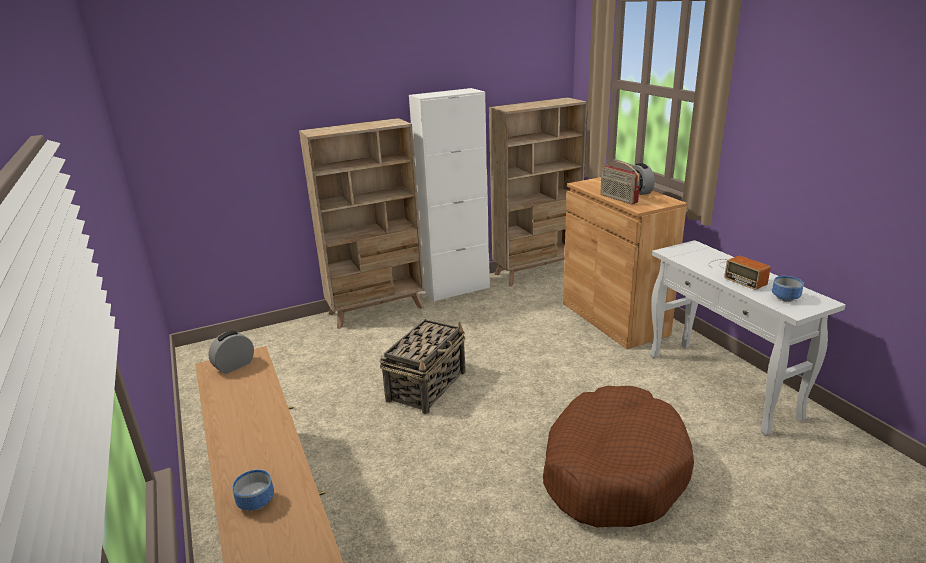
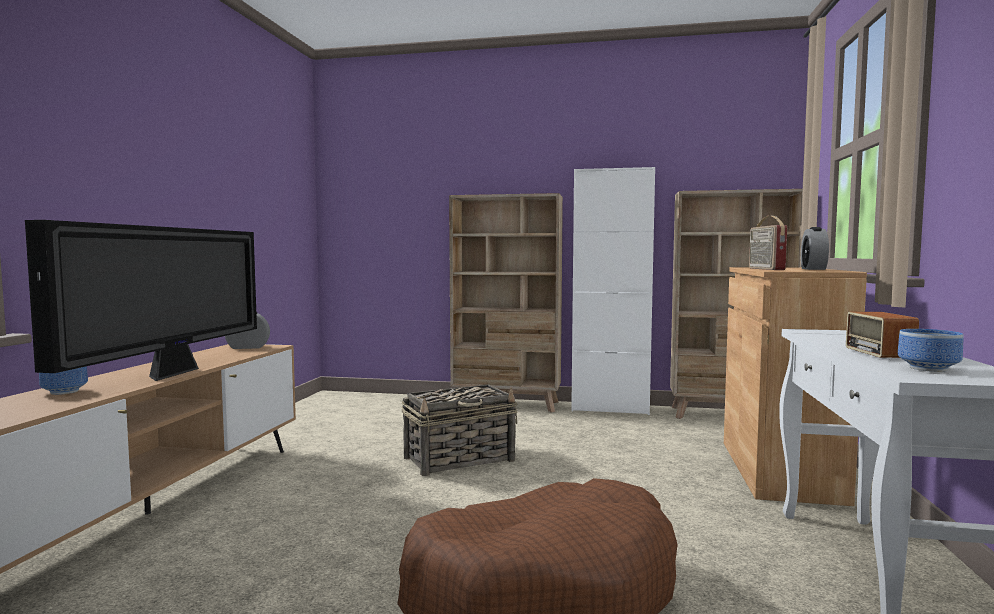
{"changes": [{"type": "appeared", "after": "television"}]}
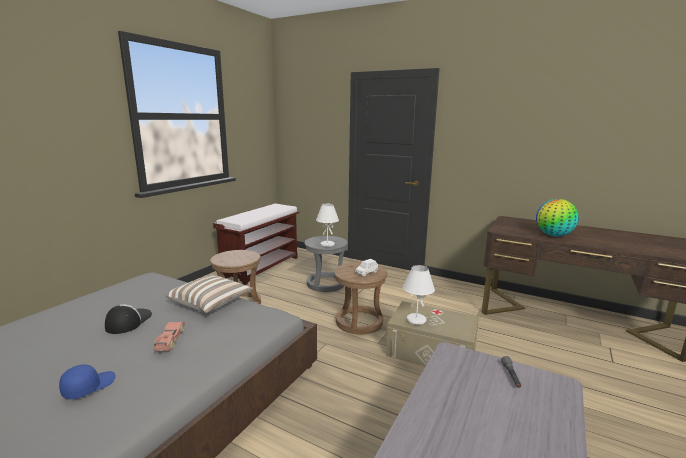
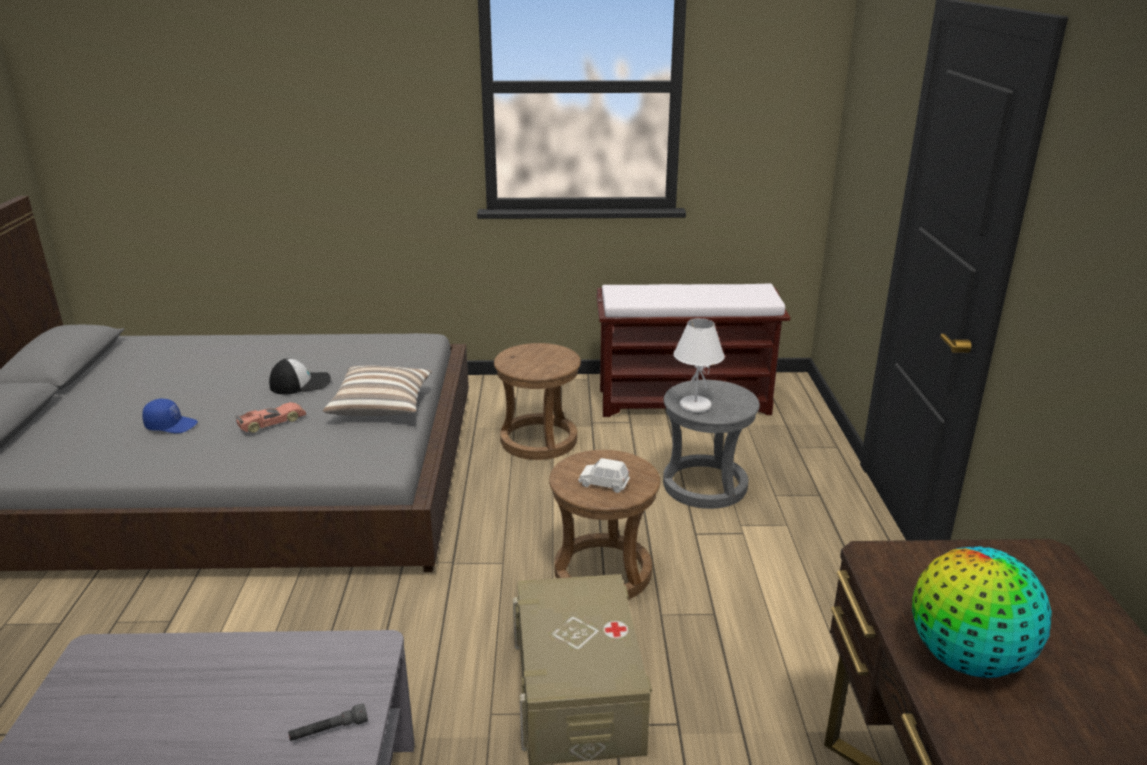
{"changes": [{"type": "missing", "before": "white table lamp (no. 2 from left)"}]}
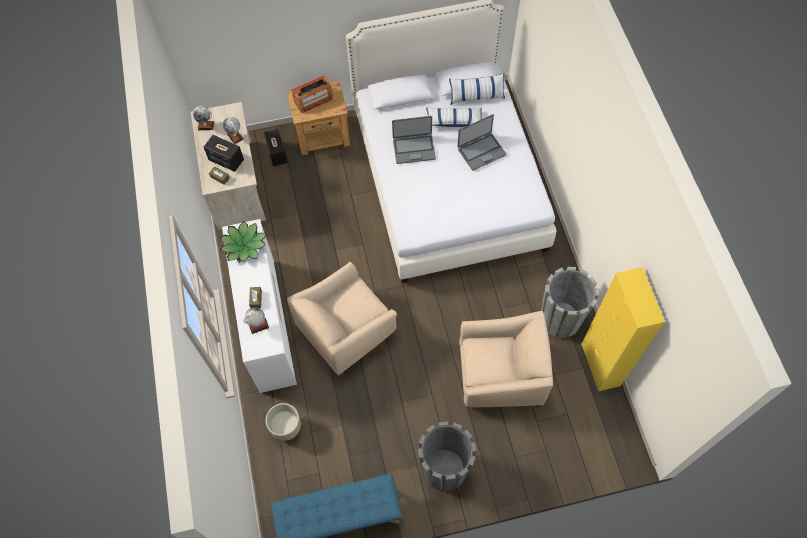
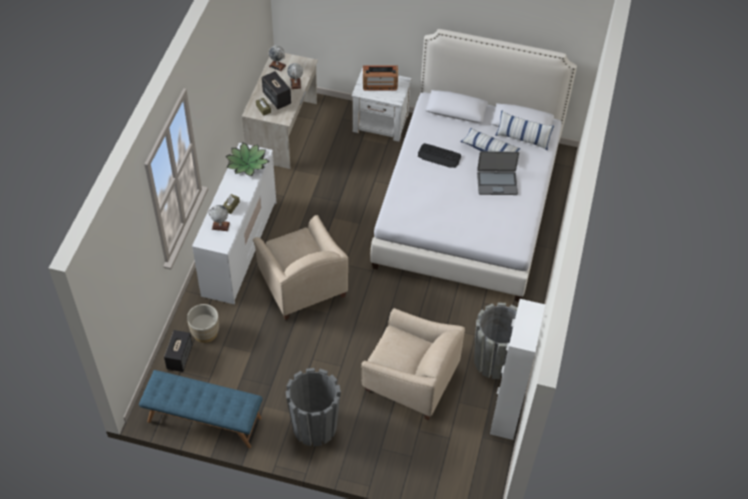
{"changes": [{"type": "relocated", "before": "speaker (no. 2 from left in the first image)", "after": "speaker (no. 1 from left)"}, {"type": "spun", "before": "beige armchair (no. 1 from left)", "turn": -105}, {"type": "colour", "before": "brown nightstand", "after": "white nightstand"}, {"type": "exchanged", "before": "laptop (no. 1 from left)", "after": "keyboard"}, {"type": "colour", "before": "yellow cabinet", "after": "white cabinet"}]}
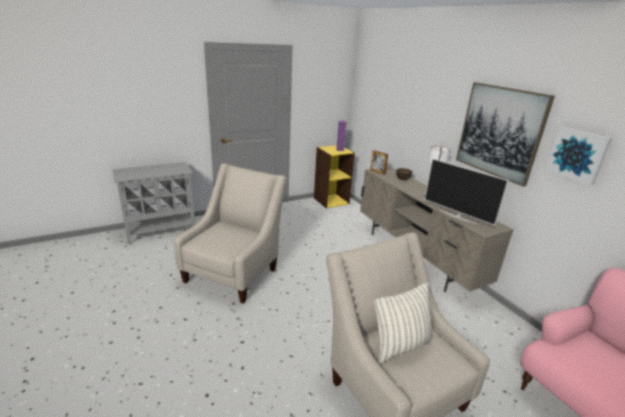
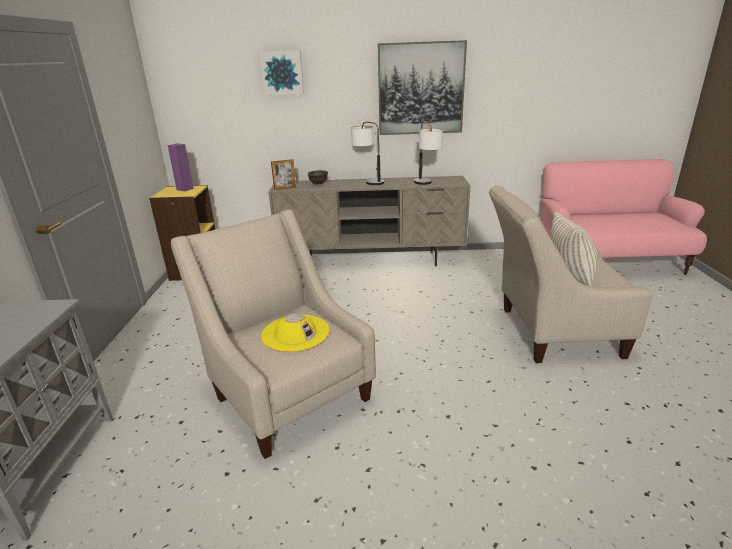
{"changes": [{"type": "relocated", "before": "picture (no. 2 from left in the first image)", "after": "picture (no. 1 from left)"}, {"type": "appeared", "after": "yellow hat"}, {"type": "exchanged", "before": "television", "after": "table lamp (no. 2 from left)"}]}
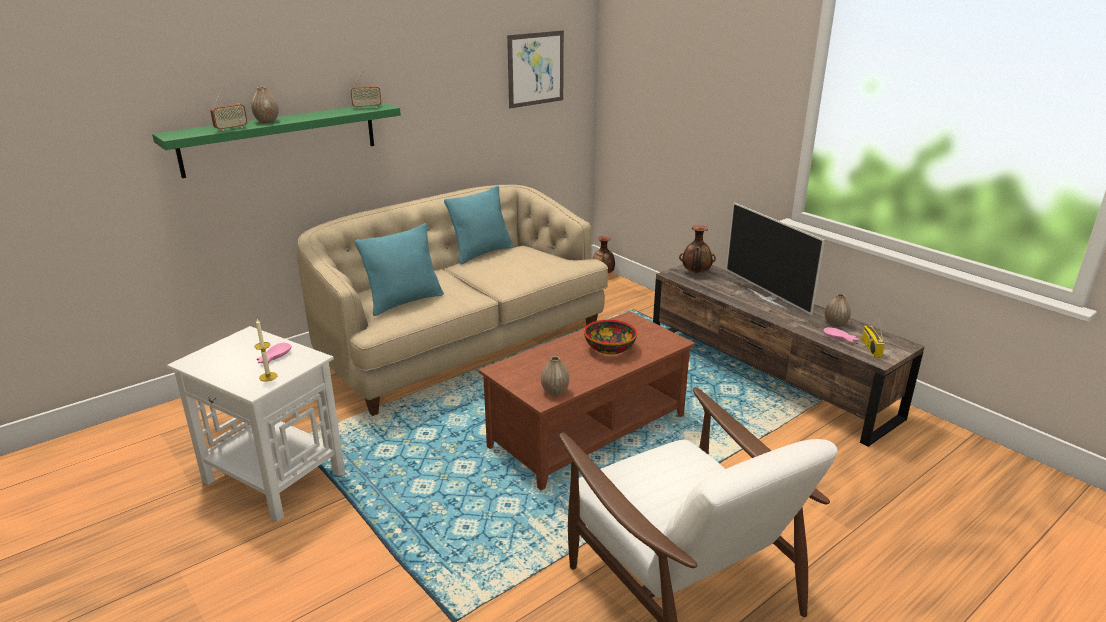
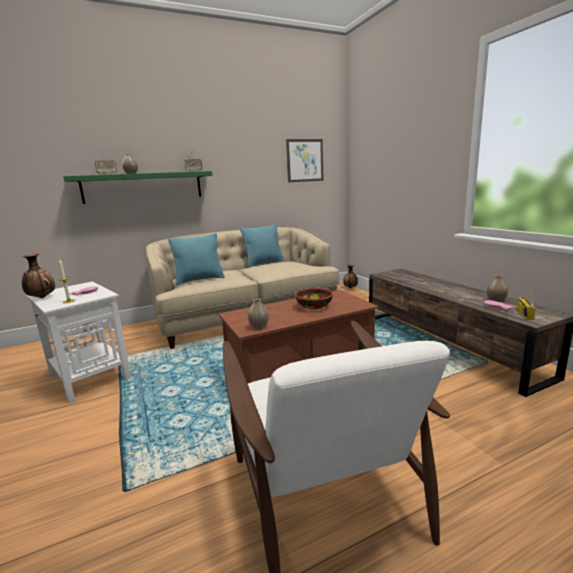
{"changes": [{"type": "relocated", "before": "vase (no. 4 from left in the first image)", "after": "vase (no. 1 from left)"}, {"type": "missing", "before": "television"}]}
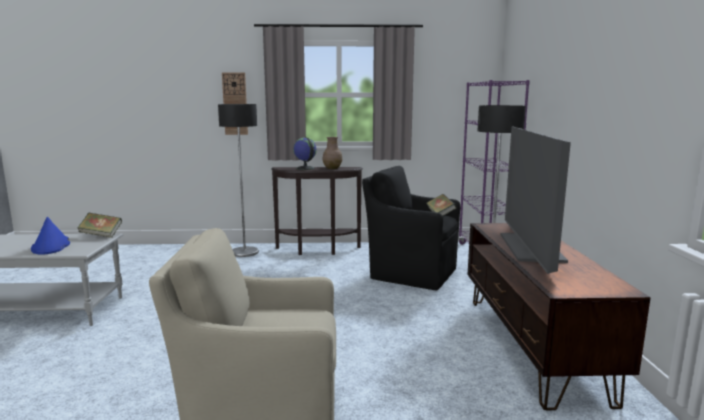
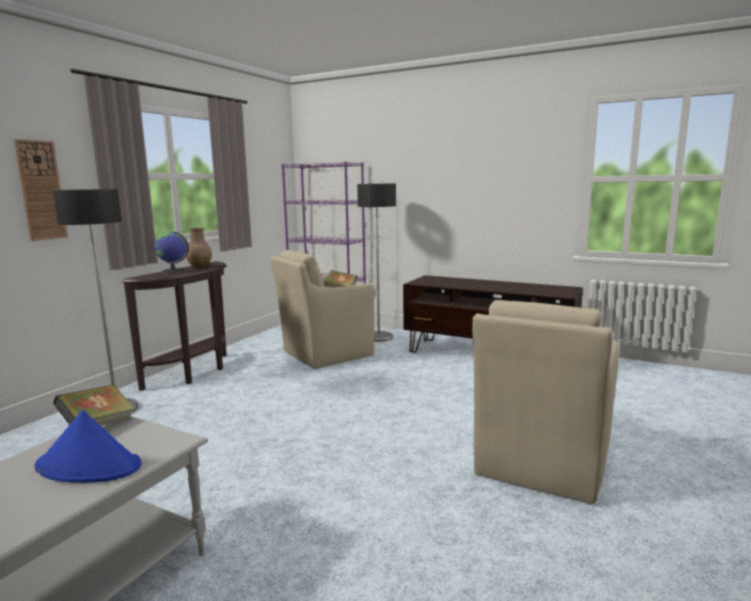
{"changes": [{"type": "colour", "before": "black armchair", "after": "beige armchair (no. 1 from left)"}, {"type": "missing", "before": "television"}]}
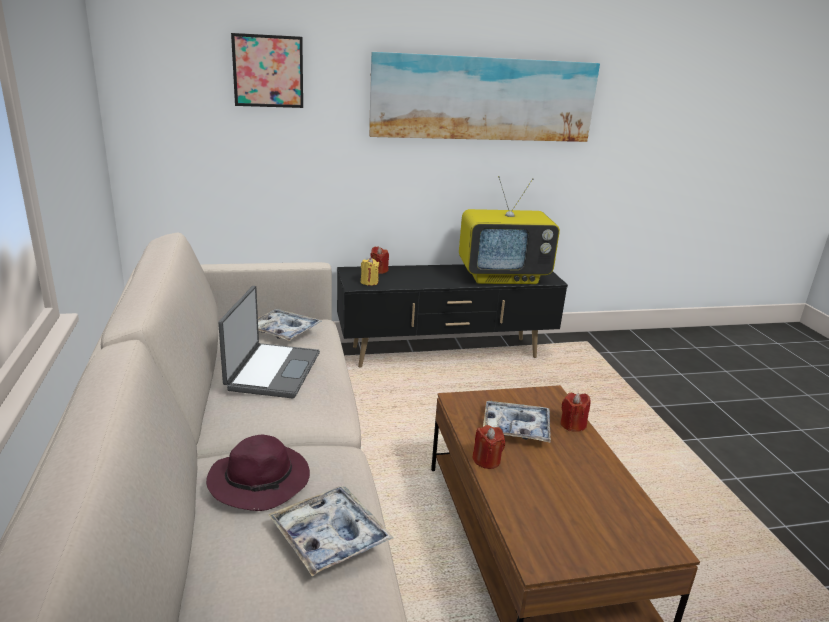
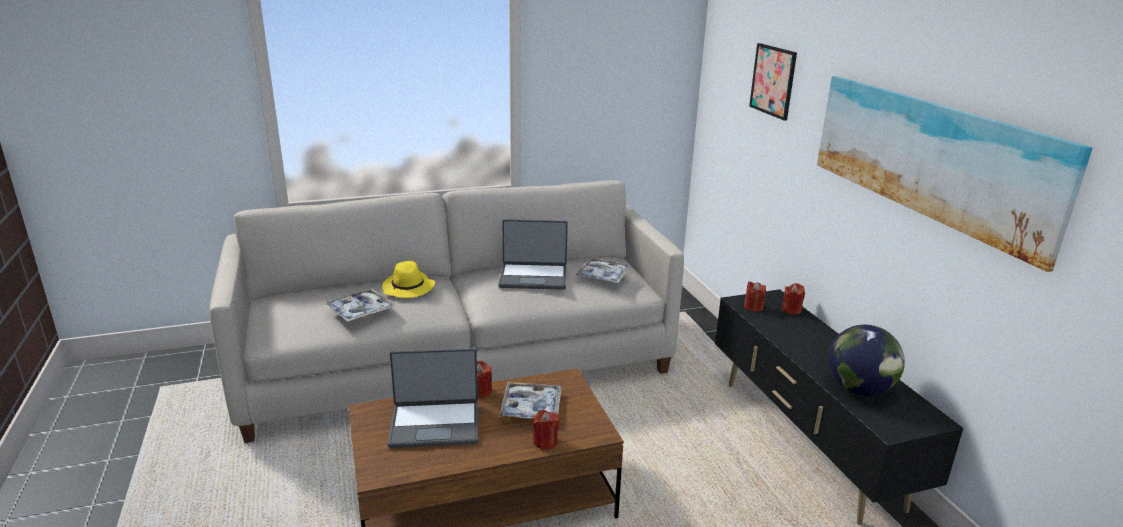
{"changes": [{"type": "colour", "before": "purple hat", "after": "yellow hat"}, {"type": "appeared", "after": "laptop (no. 1 from left)"}, {"type": "colour", "before": "yellow candle", "after": "red candle (no. 3 from left)"}, {"type": "exchanged", "before": "television", "after": "globe"}]}
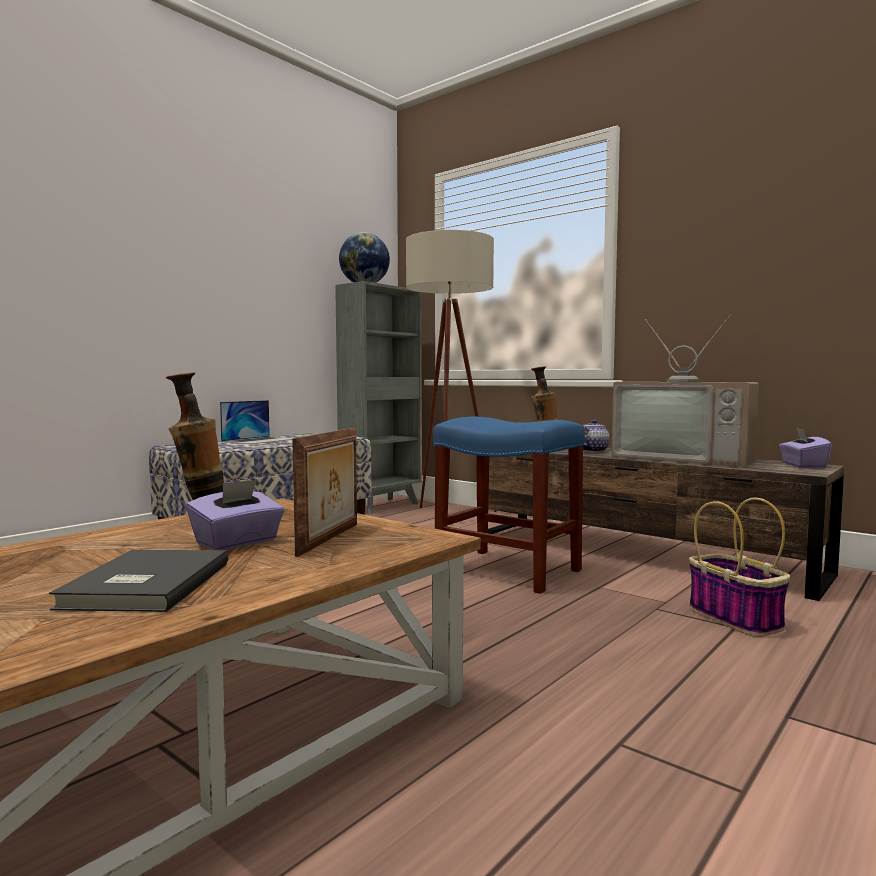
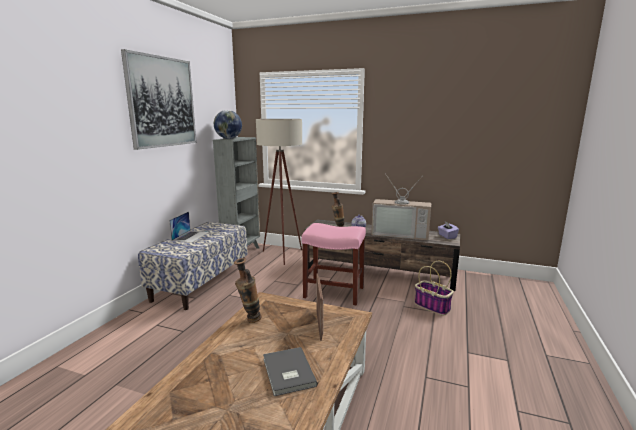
{"changes": [{"type": "appeared", "after": "picture"}, {"type": "colour", "before": "blue stool", "after": "pink stool"}, {"type": "missing", "before": "purple tissue box (no. 1 from left)"}]}
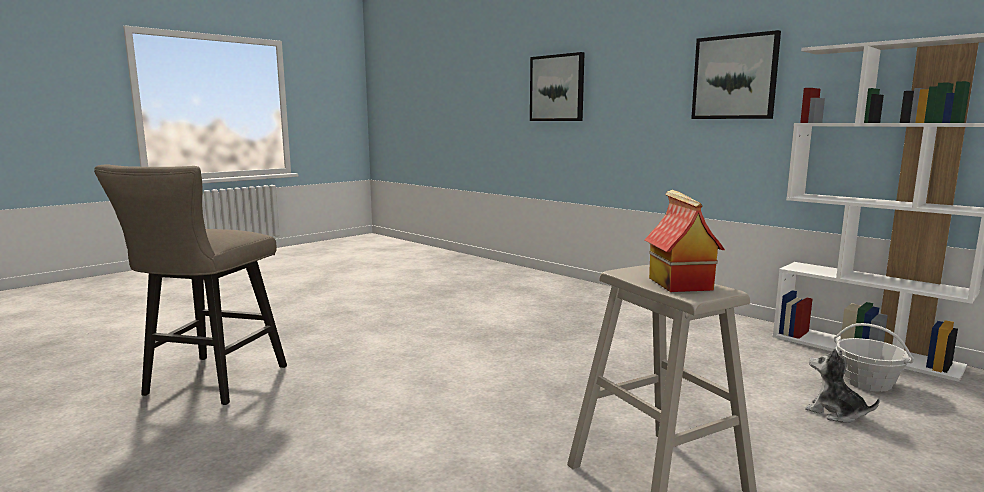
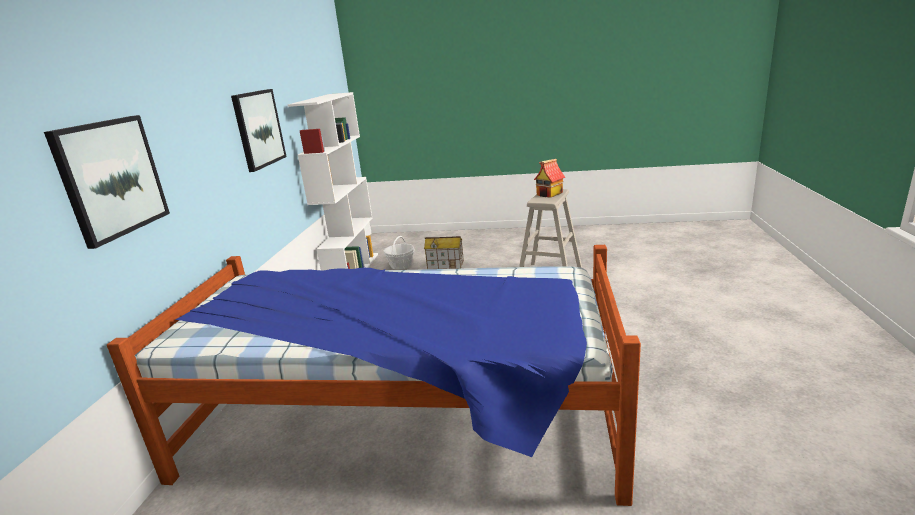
{"changes": [{"type": "appeared", "after": "bed"}, {"type": "exchanged", "before": "plush toy", "after": "toy house (no. 1 from left)"}, {"type": "missing", "before": "beige stool (no. 1 from left)"}]}
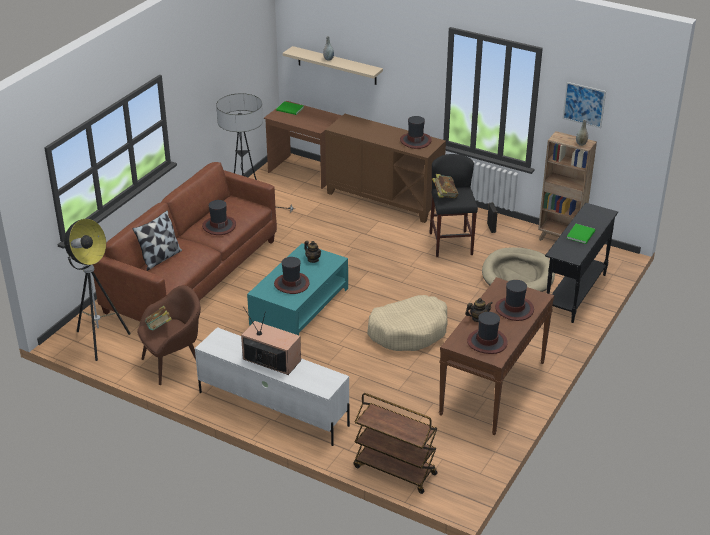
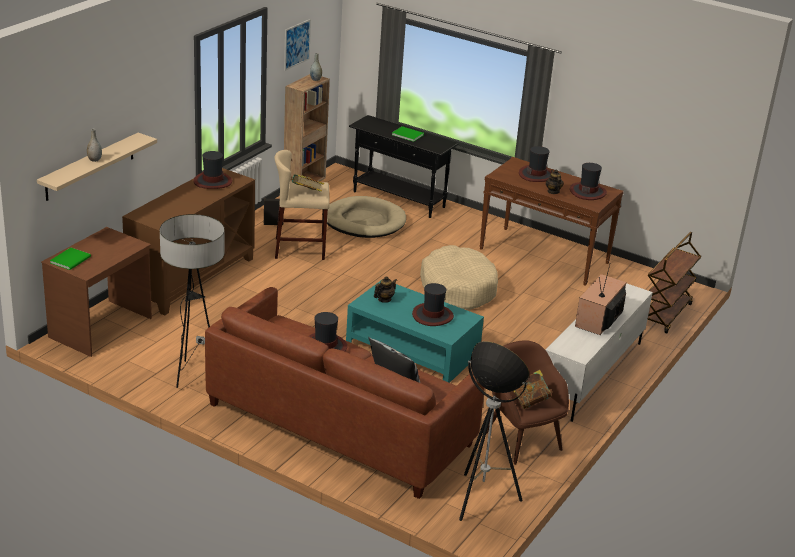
{"changes": [{"type": "colour", "before": "black stool", "after": "beige stool"}]}
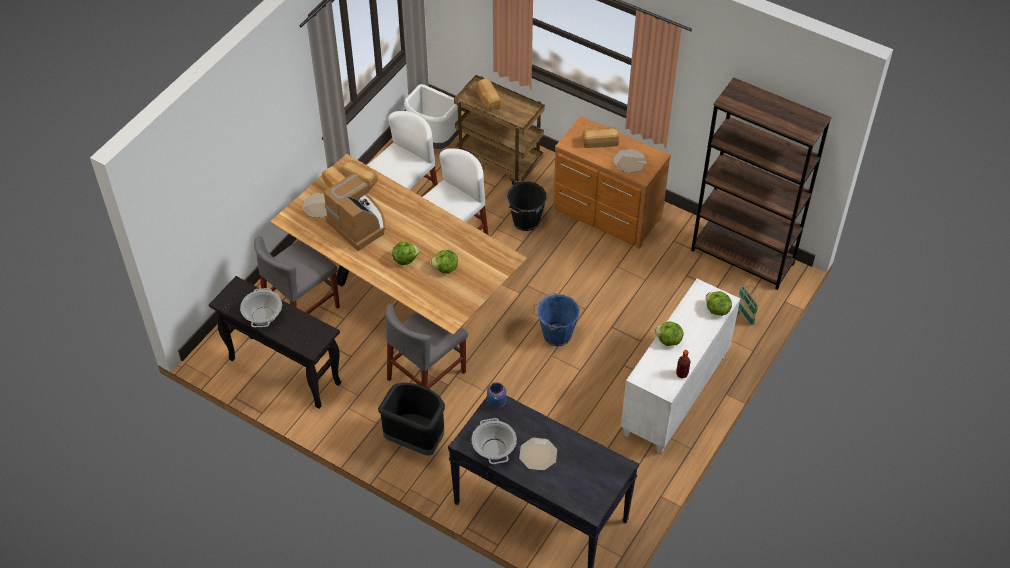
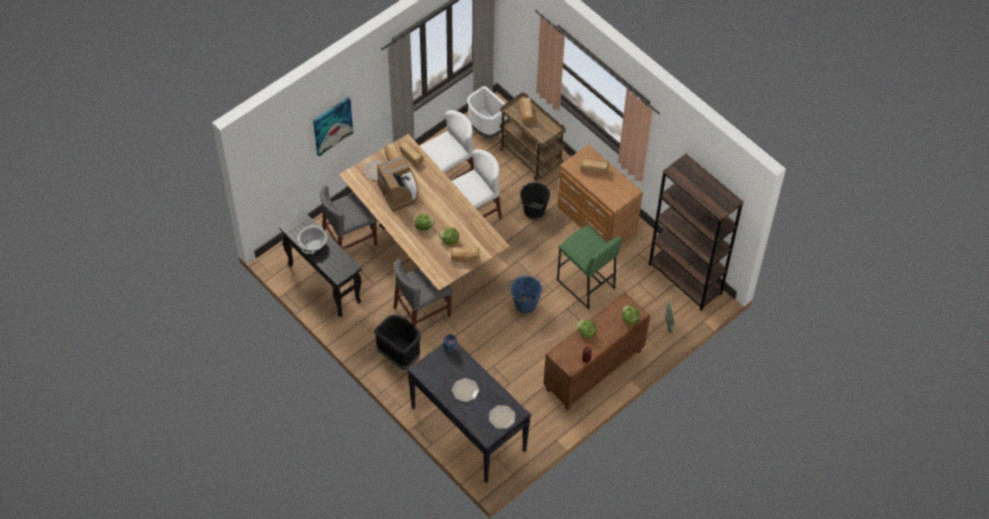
{"changes": [{"type": "appeared", "after": "picture"}, {"type": "appeared", "after": "bread (no. 3 from left)"}, {"type": "relocated", "before": "plate (no. 3 from left)"}, {"type": "colour", "before": "white cabinet", "after": "brown cabinet"}, {"type": "appeared", "after": "green stool"}, {"type": "missing", "before": "cooking pot (no. 2 from left)"}]}
